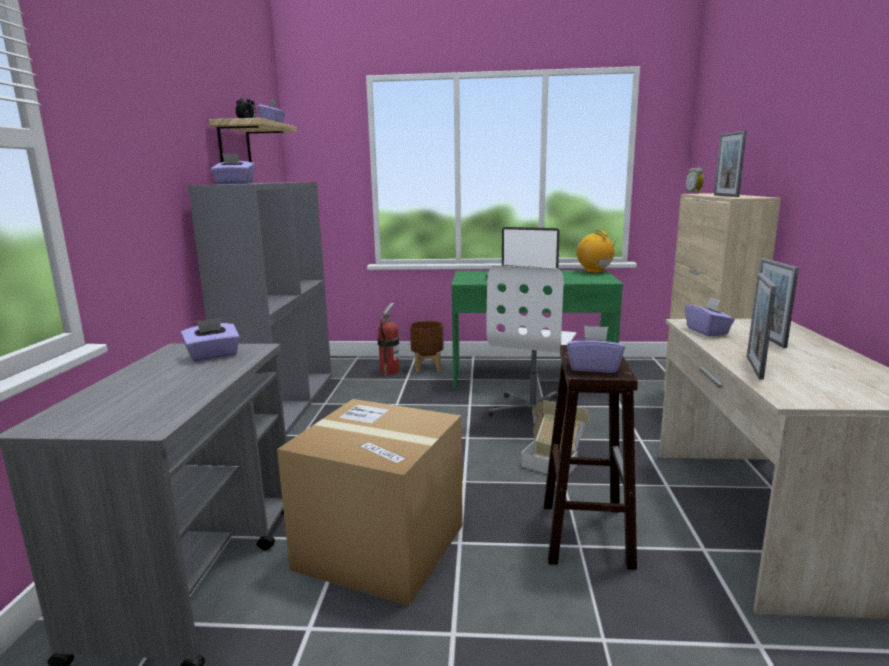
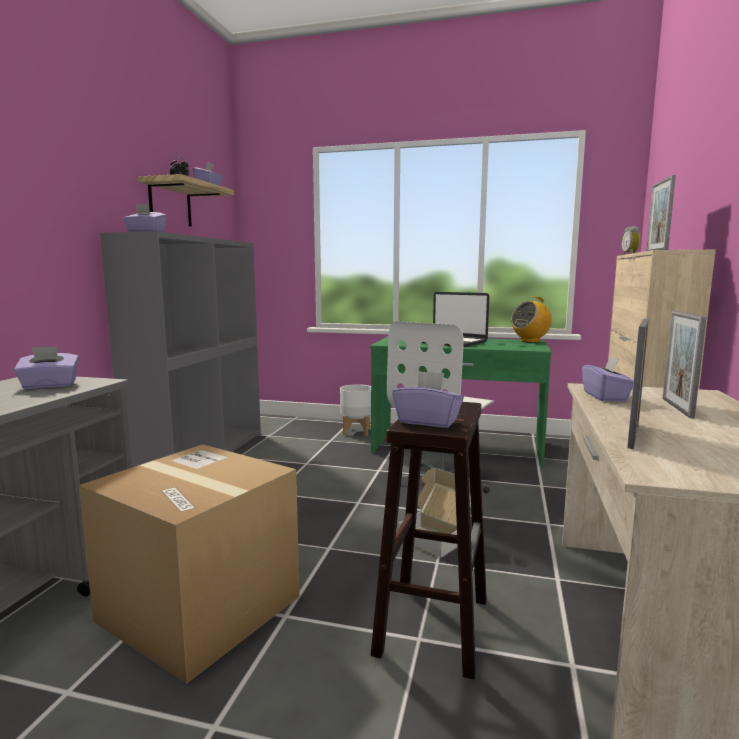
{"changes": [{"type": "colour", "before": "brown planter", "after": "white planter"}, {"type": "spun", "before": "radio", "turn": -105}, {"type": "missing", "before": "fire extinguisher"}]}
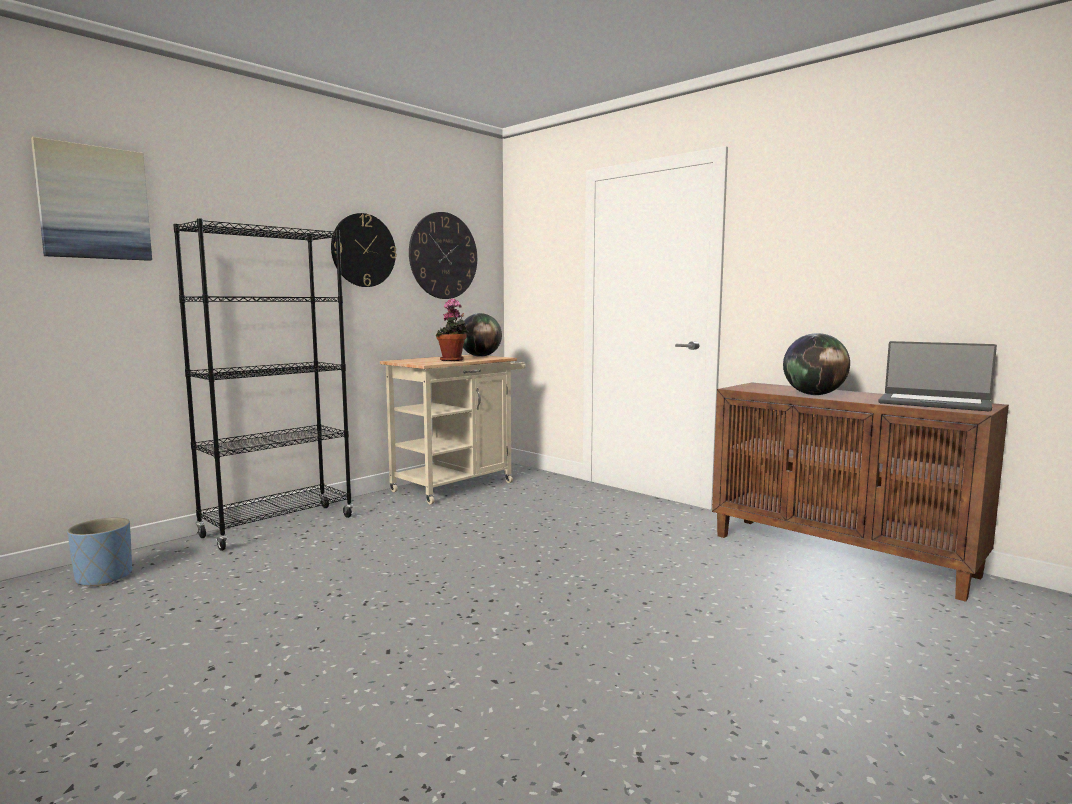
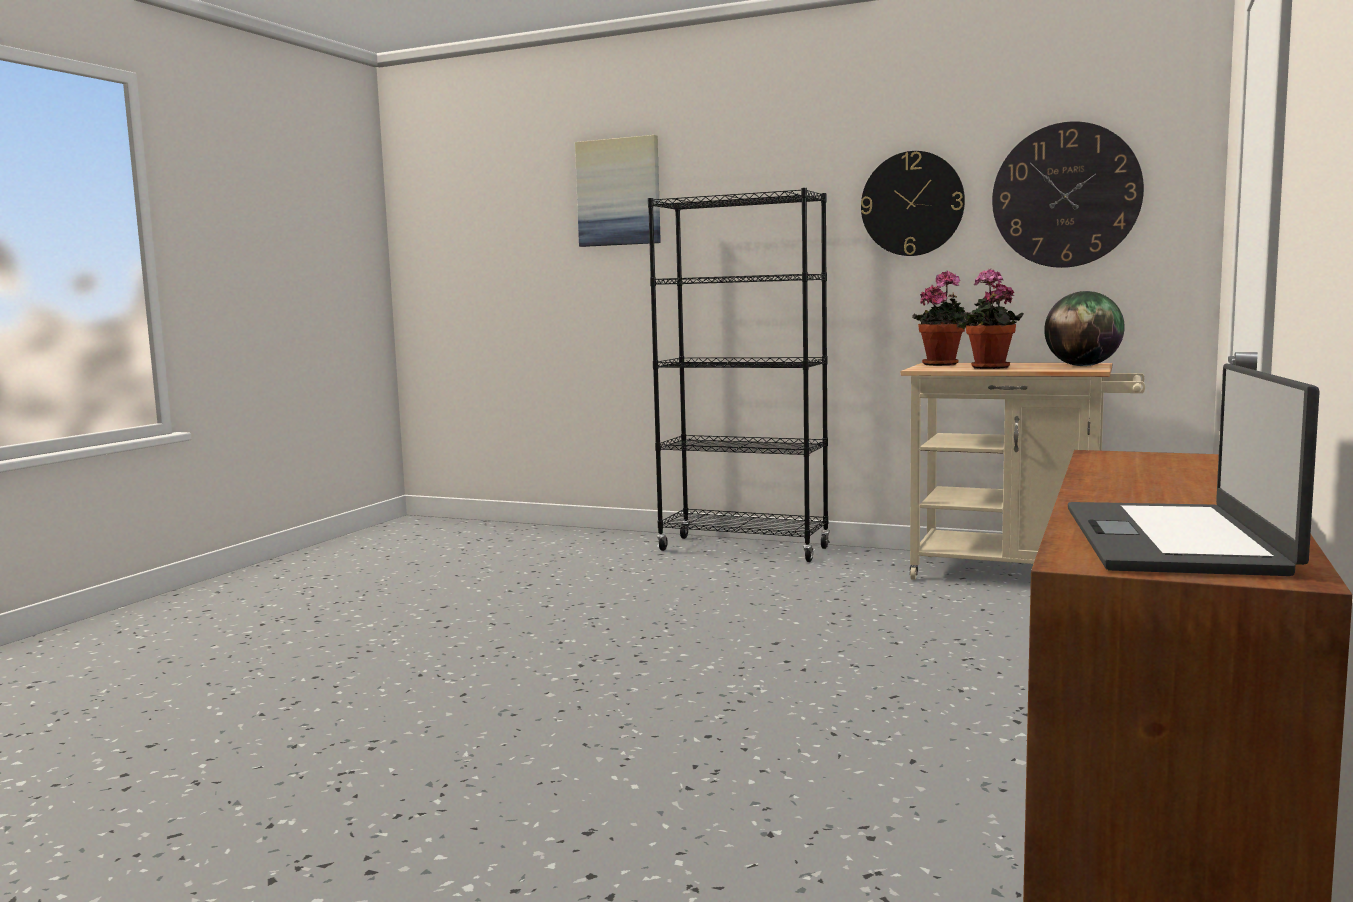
{"changes": [{"type": "appeared", "after": "potted plant (no. 1 from left)"}, {"type": "missing", "before": "blue planter"}, {"type": "missing", "before": "globe (no. 2 from left)"}]}
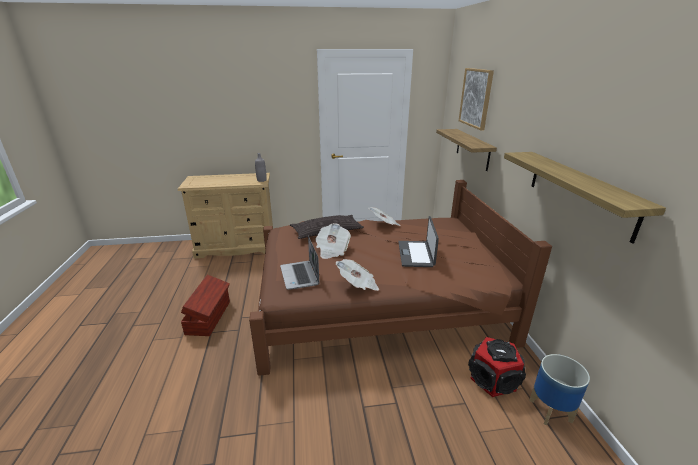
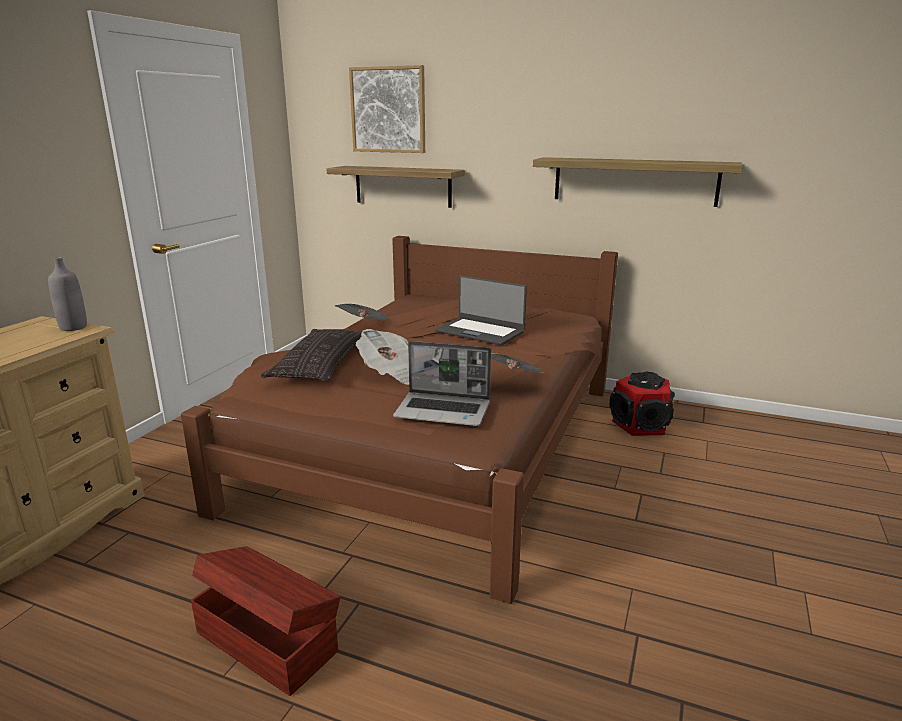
{"changes": [{"type": "missing", "before": "planter"}]}
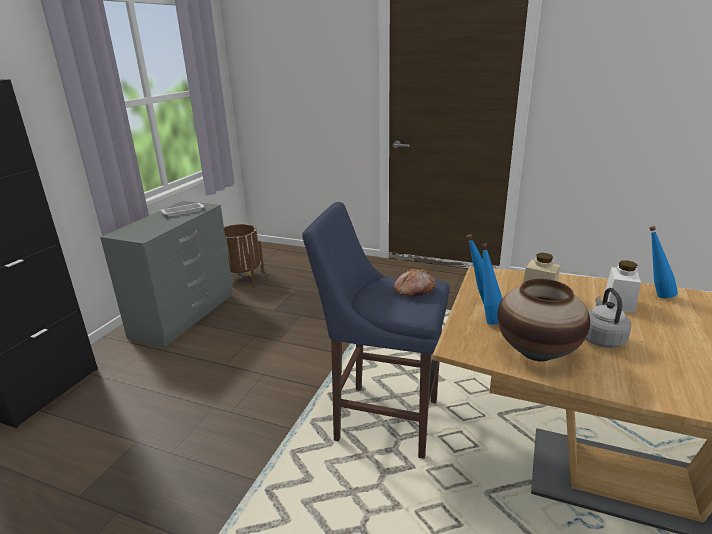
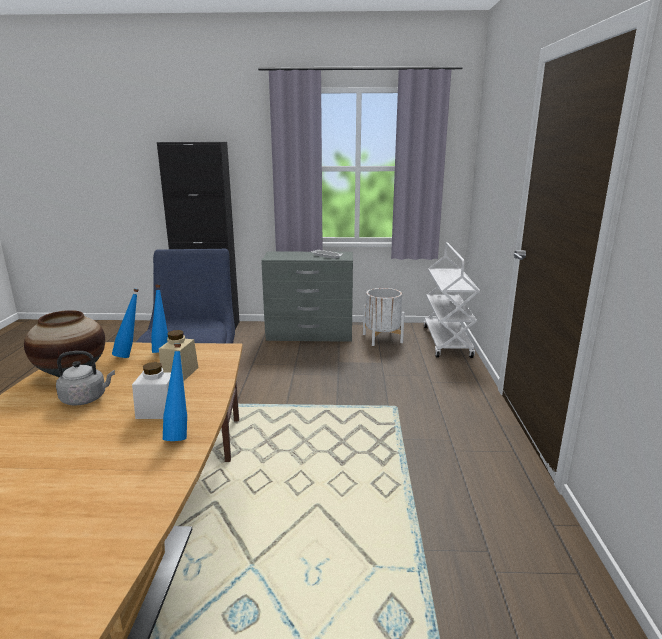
{"changes": [{"type": "colour", "before": "brown planter", "after": "white planter"}, {"type": "appeared", "after": "white cart"}, {"type": "missing", "before": "bread"}]}
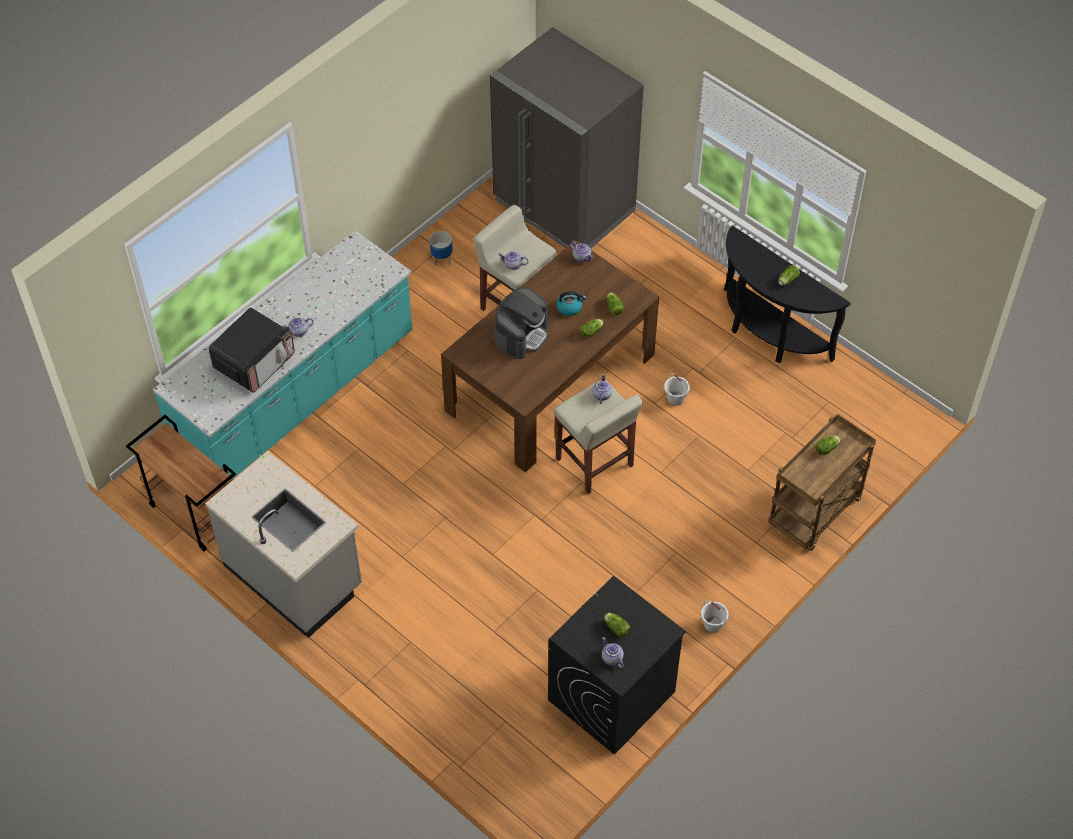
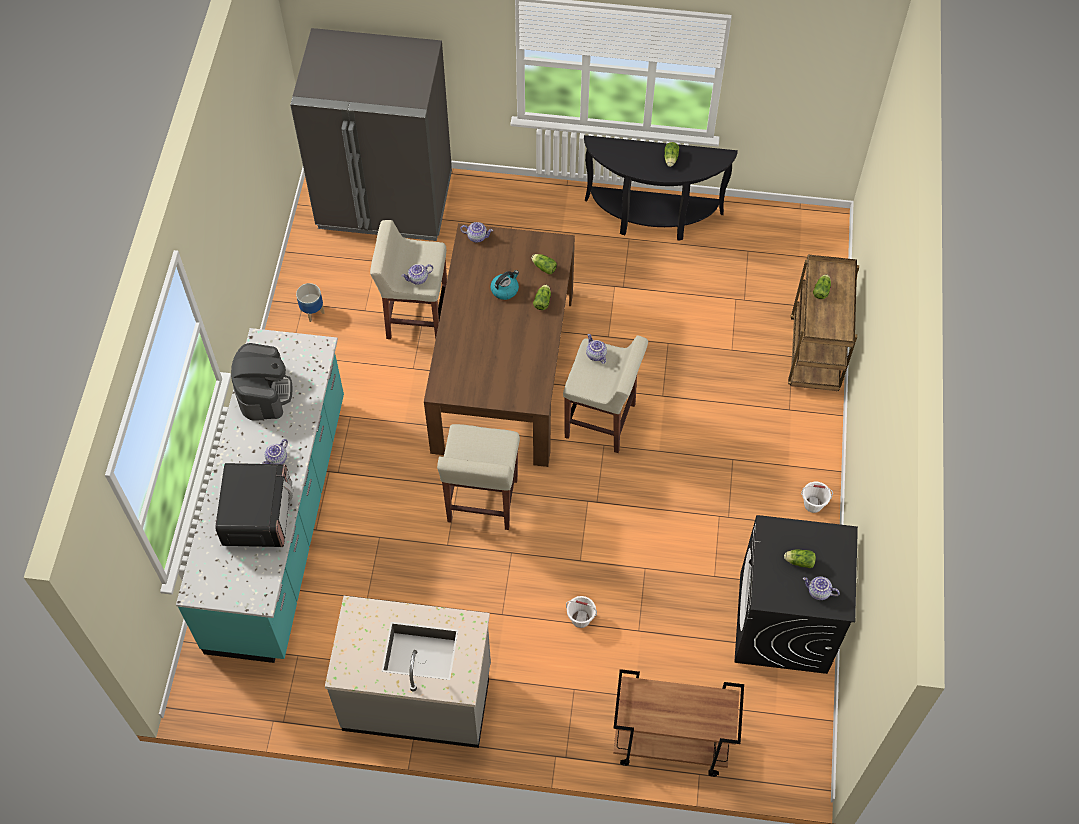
{"changes": [{"type": "relocated", "before": "coffee machine"}, {"type": "appeared", "after": "beige stool (no. 2 from left)"}, {"type": "relocated", "before": "white bucket (no. 1 from left)"}, {"type": "relocated", "before": "brown cart (no. 1 from left)"}]}
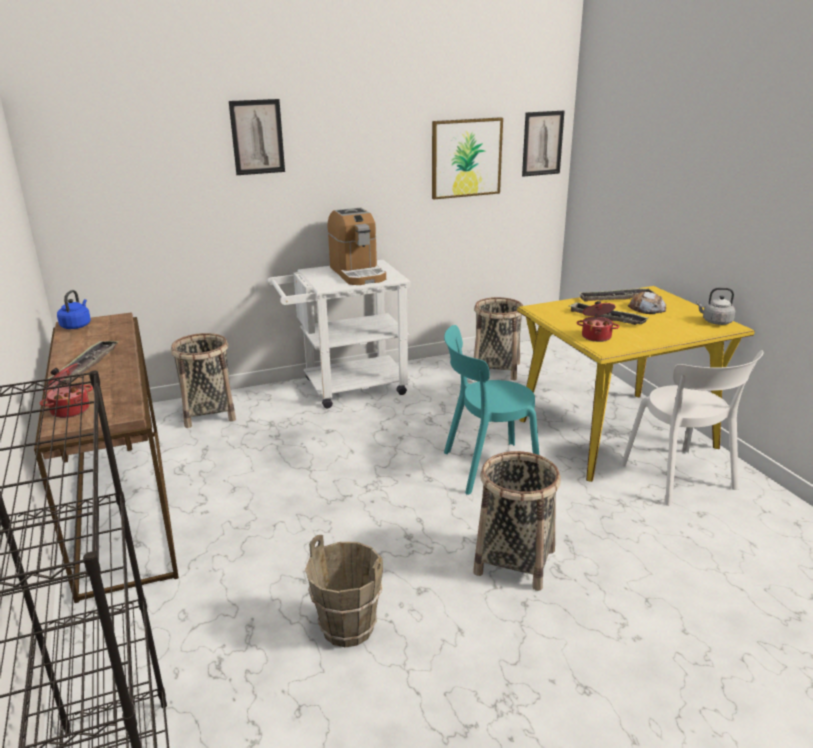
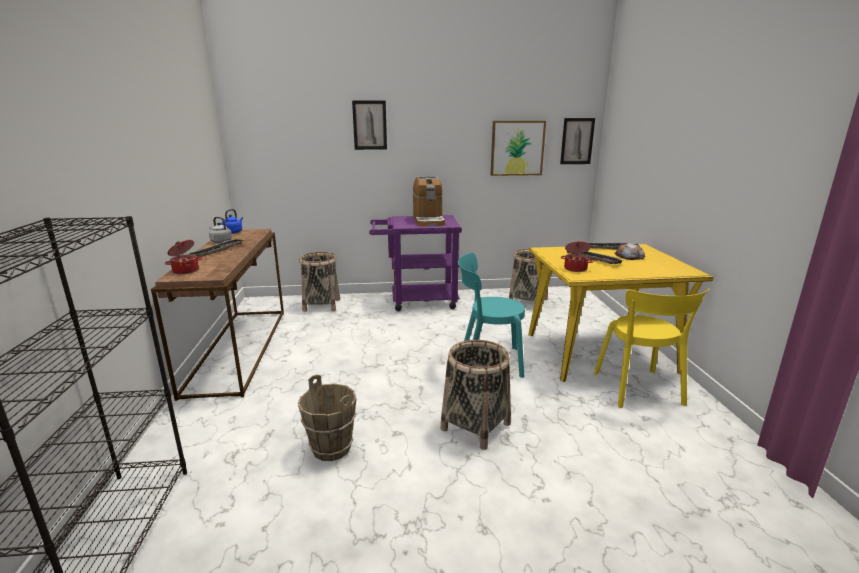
{"changes": [{"type": "relocated", "before": "grey kettle"}, {"type": "colour", "before": "white cart", "after": "purple cart"}, {"type": "colour", "before": "white chair", "after": "yellow chair"}]}
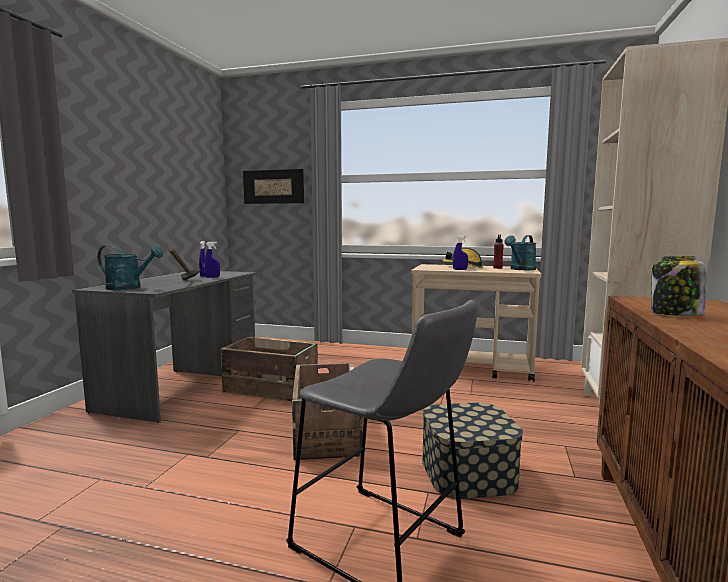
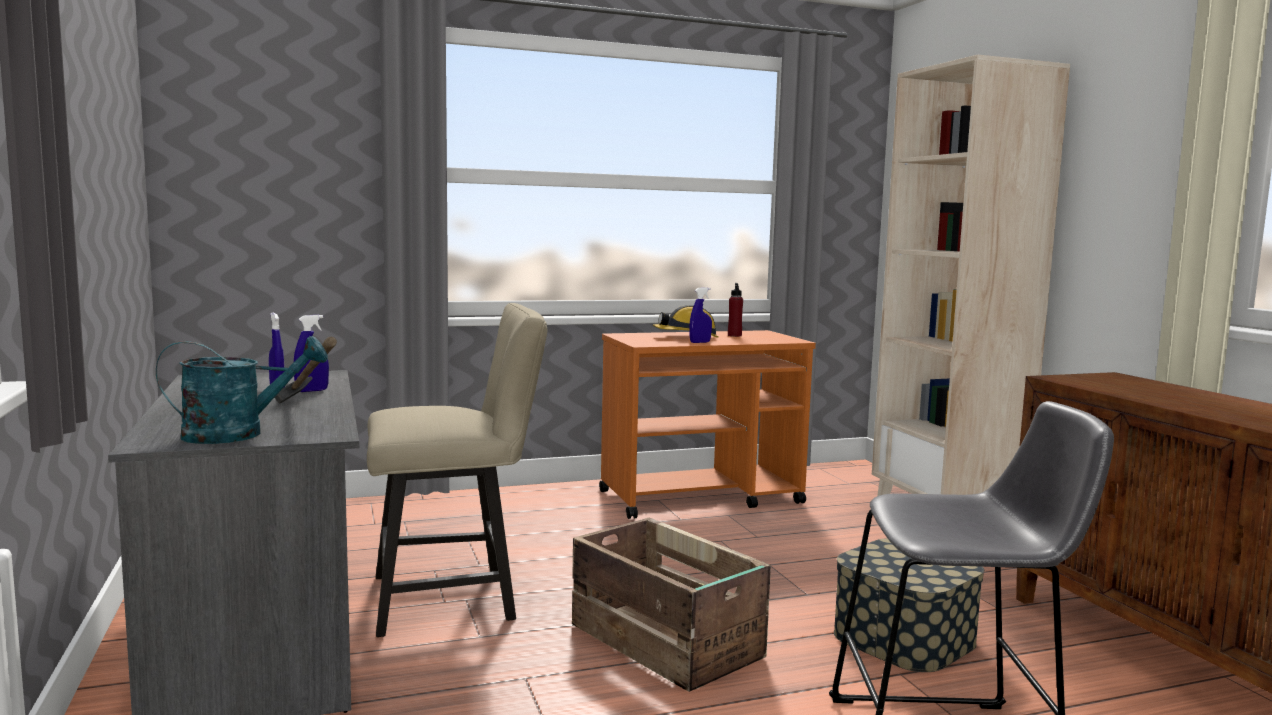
{"changes": [{"type": "exchanged", "before": "crate (no. 1 from left)", "after": "beige chair"}, {"type": "colour", "before": "beige cart", "after": "orange cart"}, {"type": "missing", "before": "picture"}, {"type": "missing", "before": "turquoise watering can (no. 2 from left)"}, {"type": "missing", "before": "jar"}]}
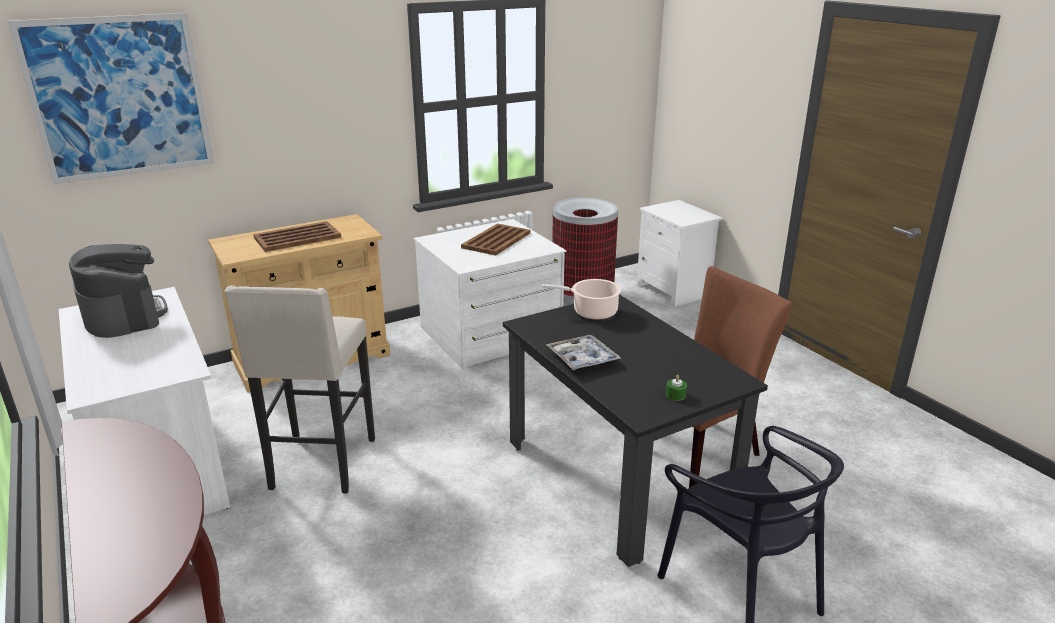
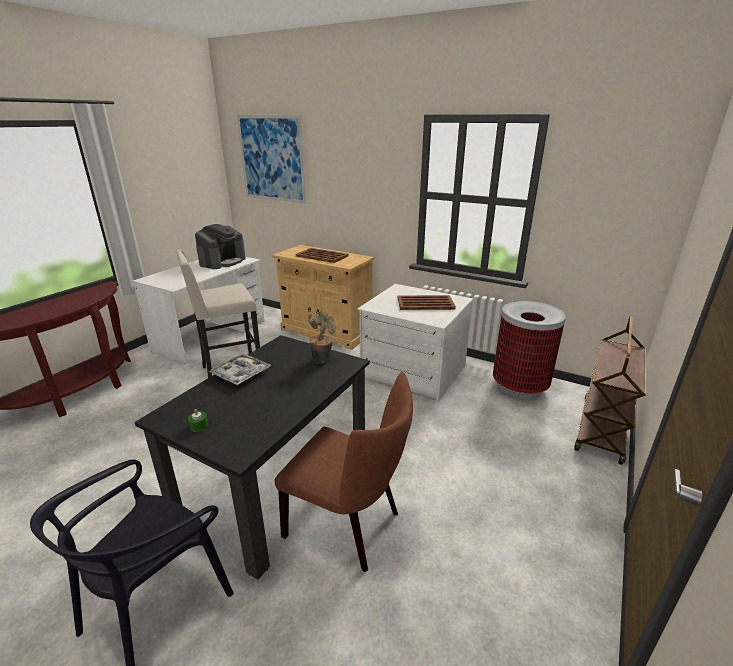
{"changes": [{"type": "exchanged", "before": "cooking pot", "after": "potted plant"}, {"type": "exchanged", "before": "white nightstand", "after": "brown cart"}]}
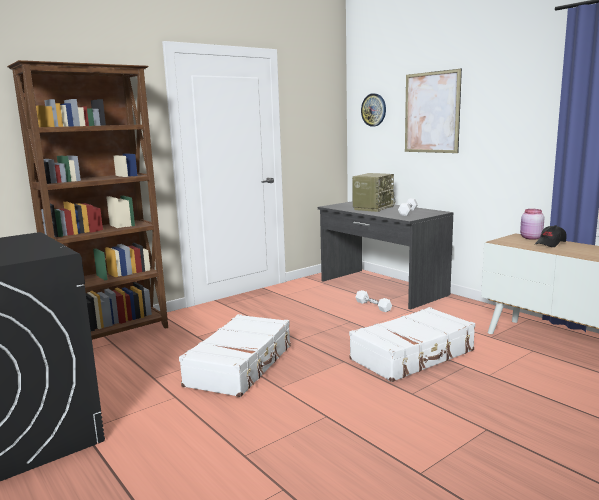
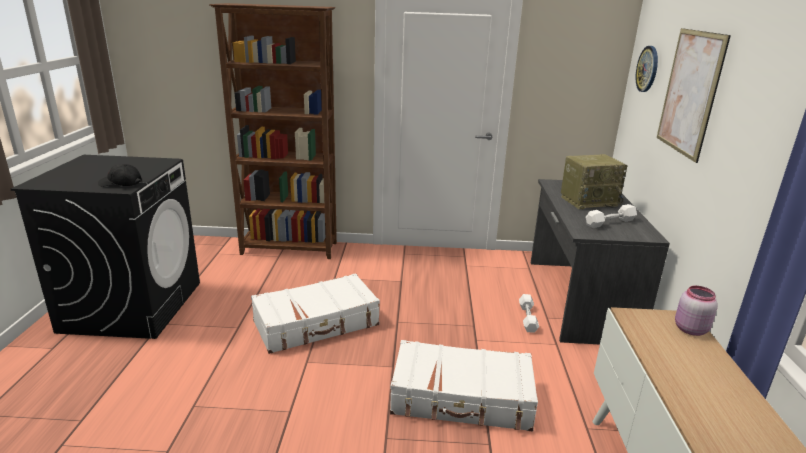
{"changes": [{"type": "relocated", "before": "black cap"}]}
